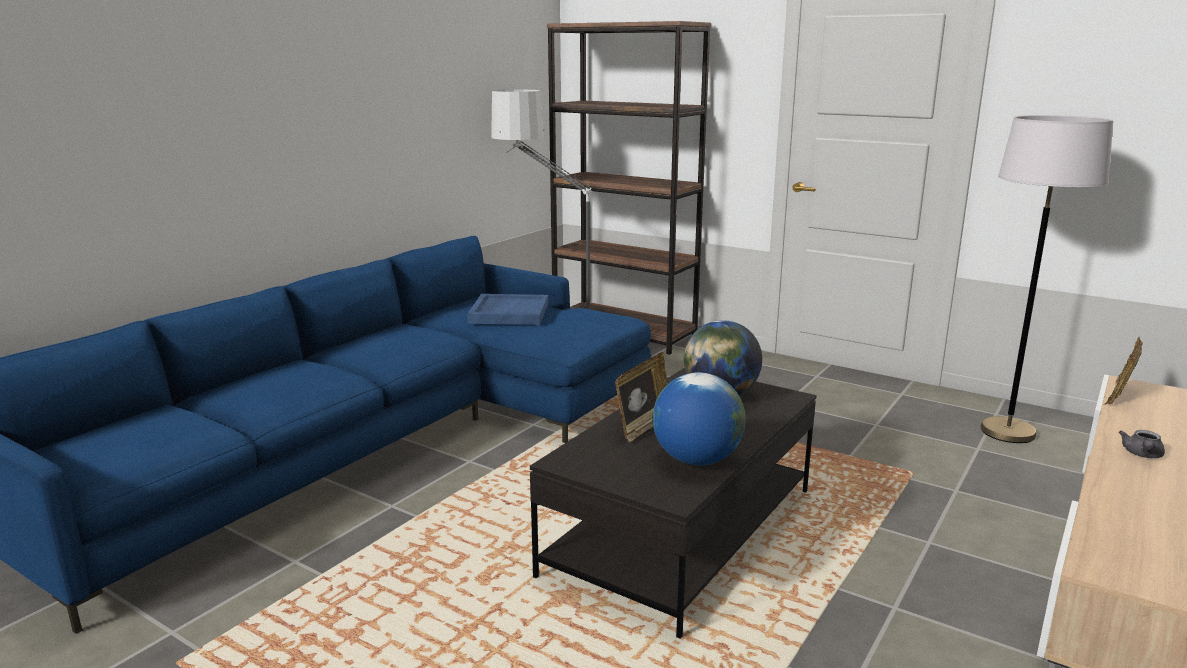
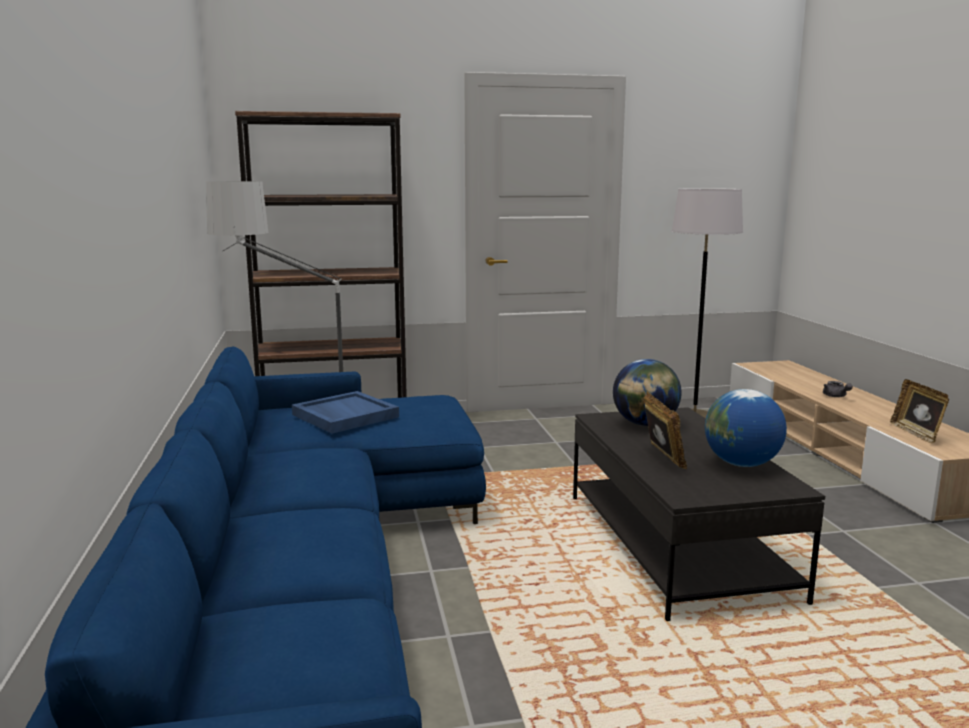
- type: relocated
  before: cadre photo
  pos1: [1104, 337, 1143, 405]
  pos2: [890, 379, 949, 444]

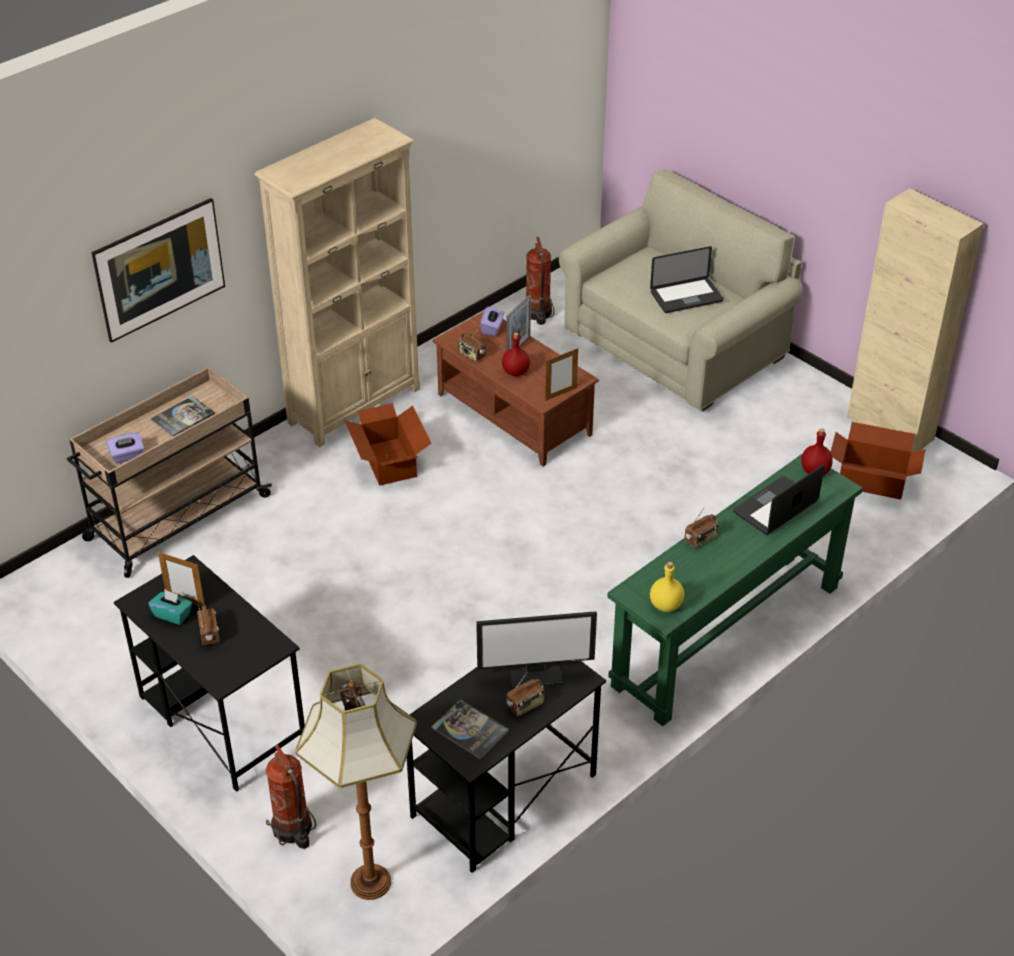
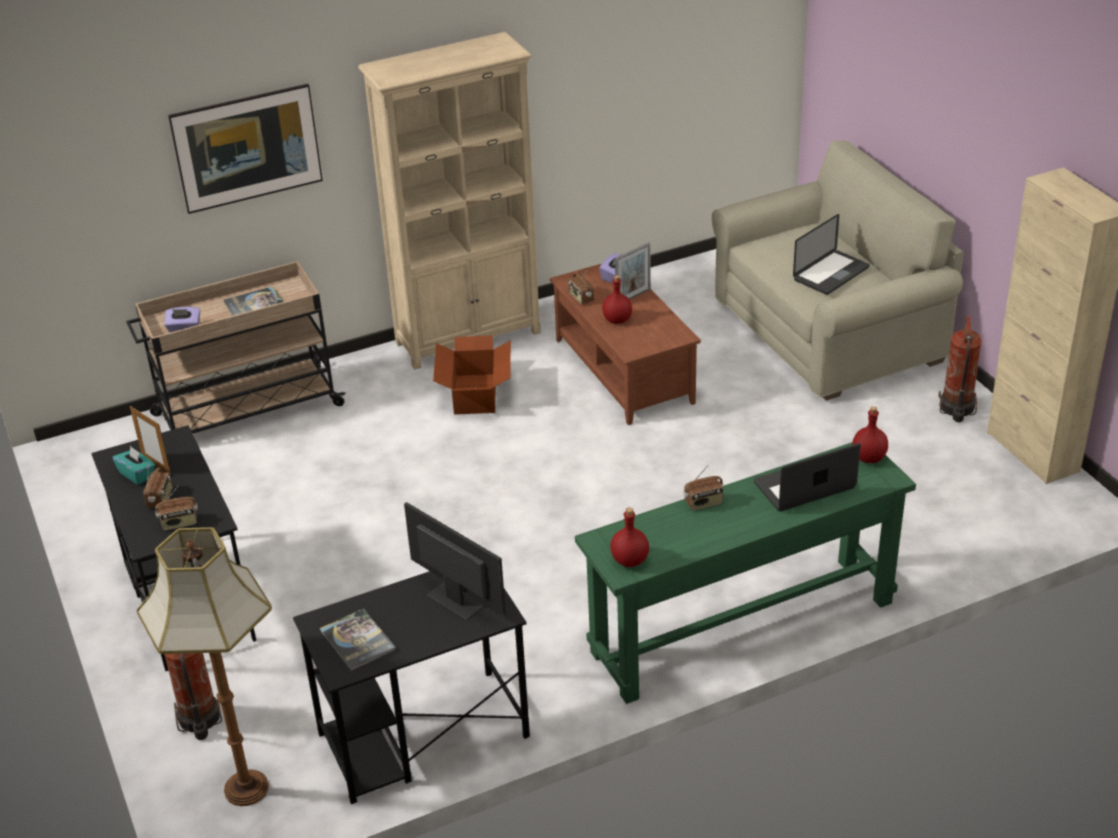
- type: spun
  before: écran d'ordinateur
  pos1: [476, 611, 597, 688]
  pos2: [404, 502, 506, 621]
  turn: -150
- type: relocated
  before: radio
  pos1: [507, 671, 545, 716]
  pos2: [155, 486, 198, 530]
- type: relocated
  before: extincteur
  pos1: [526, 237, 554, 325]
  pos2: [939, 316, 982, 422]
- type: missing
  before: cadre photo
  pos1: [545, 348, 578, 401]
- type: spun
  before: ordinateur portable
  pos1: [650, 246, 724, 313]
  pos2: [793, 214, 870, 295]
  turn: -45
- type: colour
  before: bouteille (jaune)
  after: bouteille (rouge)
  pos1: [650, 562, 684, 612]
  pos2: [610, 508, 649, 567]
- type: missing
  before: carton
  pos1: [831, 422, 926, 500]

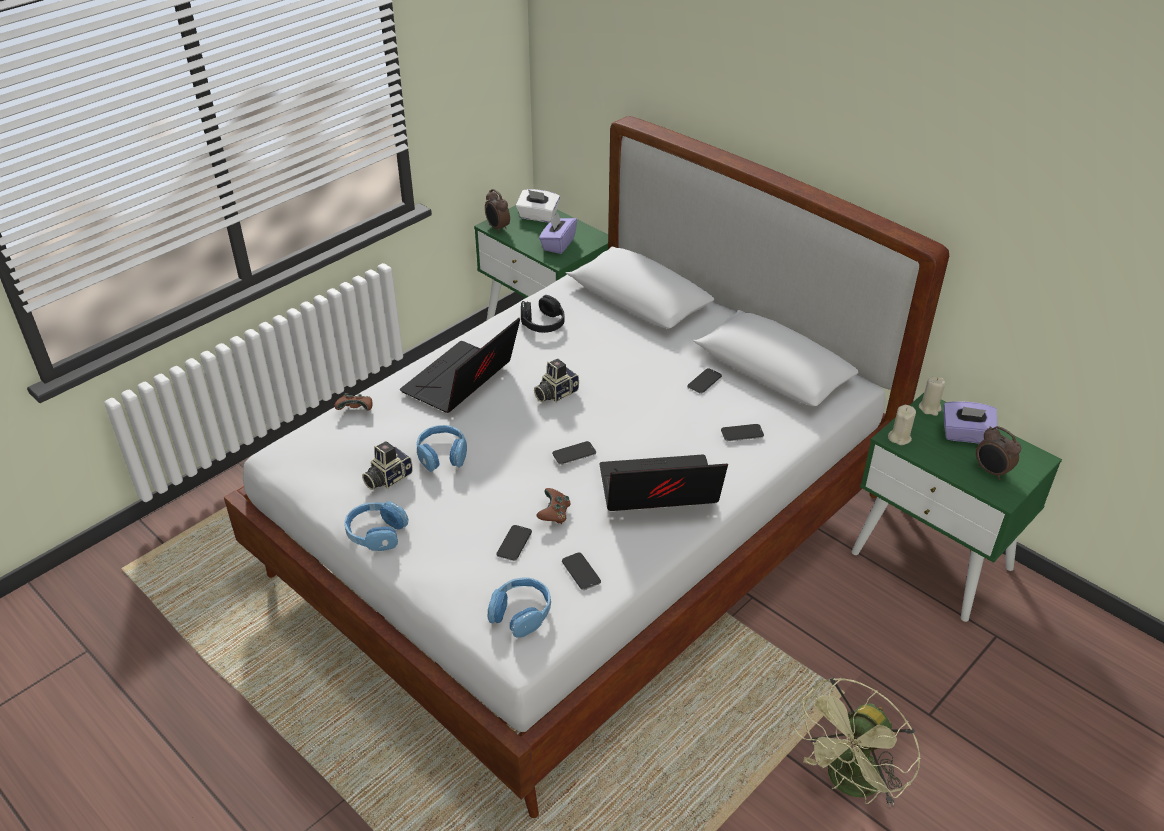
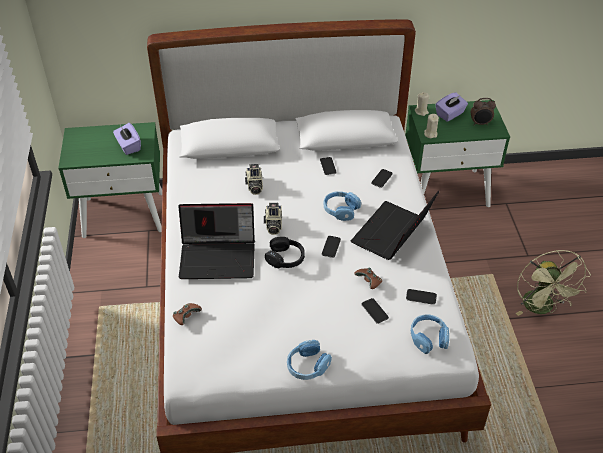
- type: relocated
  before: appareil photo
  pos1: [362, 441, 413, 490]
  pos2: [245, 164, 263, 195]
- type: spun
  before: ordinateur portable
  pos1: [400, 318, 520, 413]
  pos2: [178, 203, 255, 279]
  turn: -75
- type: relocated
  before: casque audio (bleu)
  pos1: [417, 425, 467, 472]
  pos2: [324, 191, 361, 221]
- type: missing
  before: réveil
  pos1: [485, 189, 510, 233]
- type: missing
  before: boîte à mouchoirs (blanc)
  pos1: [516, 189, 560, 222]
- type: relocated
  before: casque audio (noir)
  pos1: [521, 295, 565, 333]
  pos2: [265, 237, 305, 268]

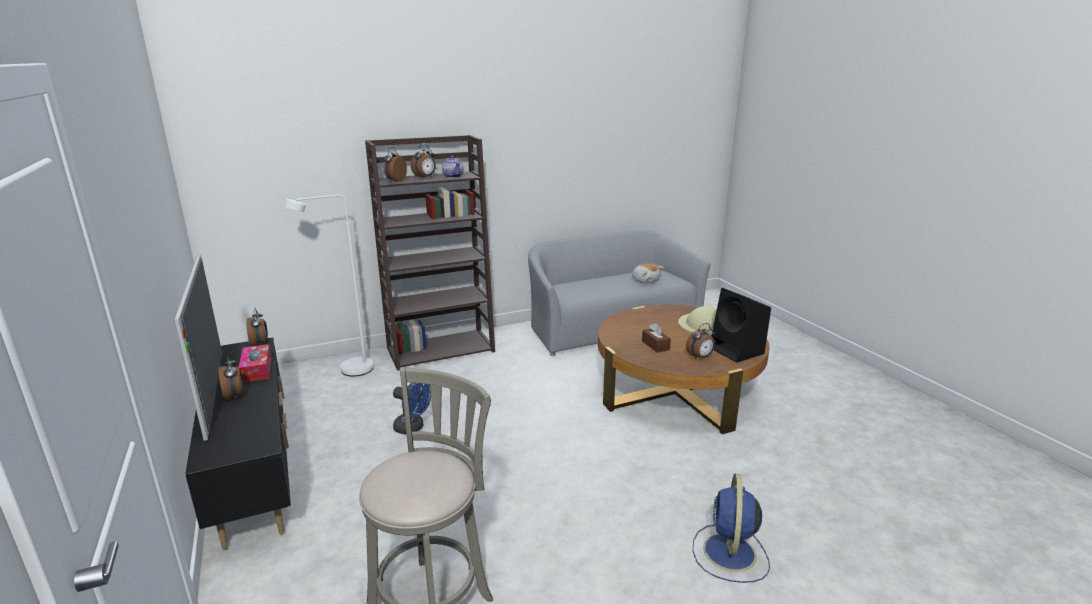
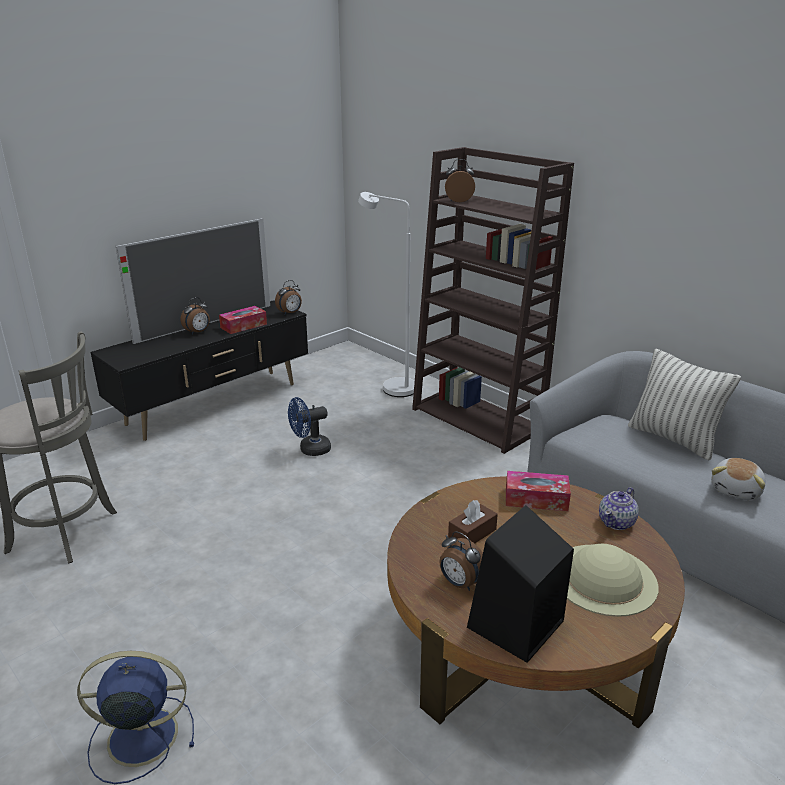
- type: spun
  before: ventilateur (bleu)
  pos1: [393, 383, 431, 434]
  pos2: [288, 397, 331, 456]
  turn: 60
- type: missing
  before: réveil
  pos1: [411, 145, 436, 179]
- type: relocated
  before: théière
  pos1: [442, 156, 464, 178]
  pos2: [599, 487, 639, 530]
- type: appeared
  after: boîte à mouchoirs
  pos2: [506, 471, 571, 511]
- type: appeared
  after: coussin
  pos2: [628, 348, 741, 461]

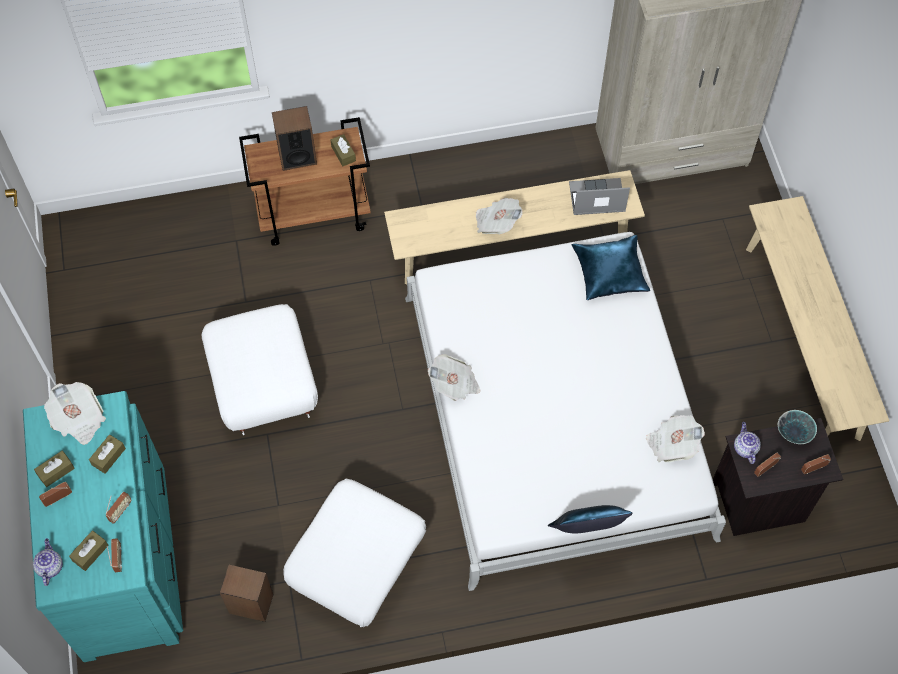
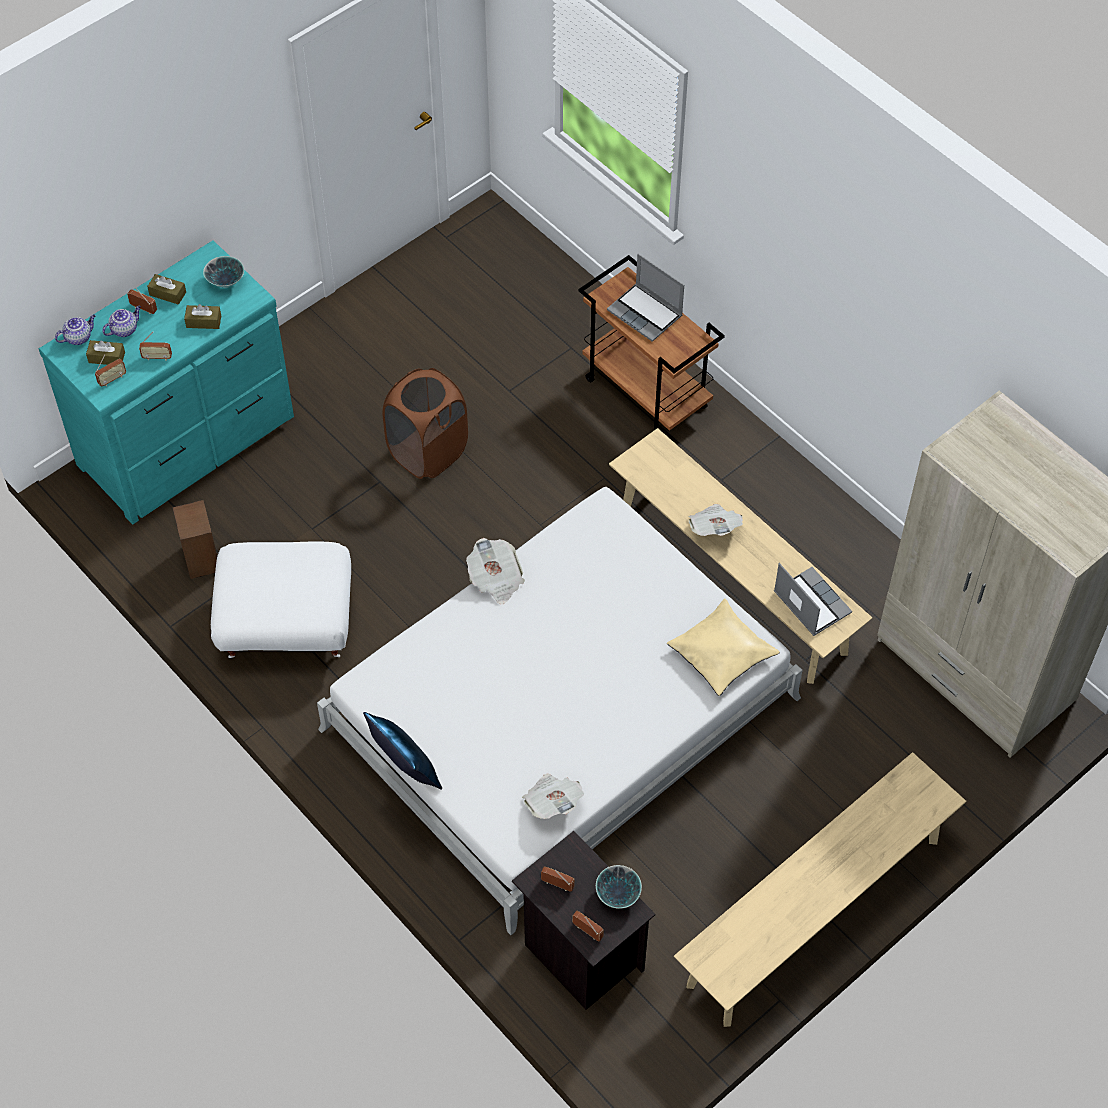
- type: exchanged
  before: journal
  after: bol
  pos1: [44, 382, 106, 445]
  pos2: [203, 256, 244, 288]
- type: exchanged
  before: pouf (blanc)
  after: panier à linge (marron)
  pos1: [202, 304, 318, 435]
  pos2: [383, 368, 468, 479]
- type: exchanged
  before: enceinte
  after: ordinateur portable
  pos1: [272, 106, 317, 171]
  pos2: [607, 254, 684, 342]
- type: missing
  before: boîte à mouchoirs (marron)
  pos1: [331, 134, 356, 166]
- type: colour
  before: coussin (bleu)
  after: coussin (beige)
  pos1: [572, 235, 650, 300]
  pos2: [667, 598, 780, 696]
- type: relocated
  before: théière
  pos1: [734, 422, 761, 464]
  pos2: [102, 306, 141, 337]

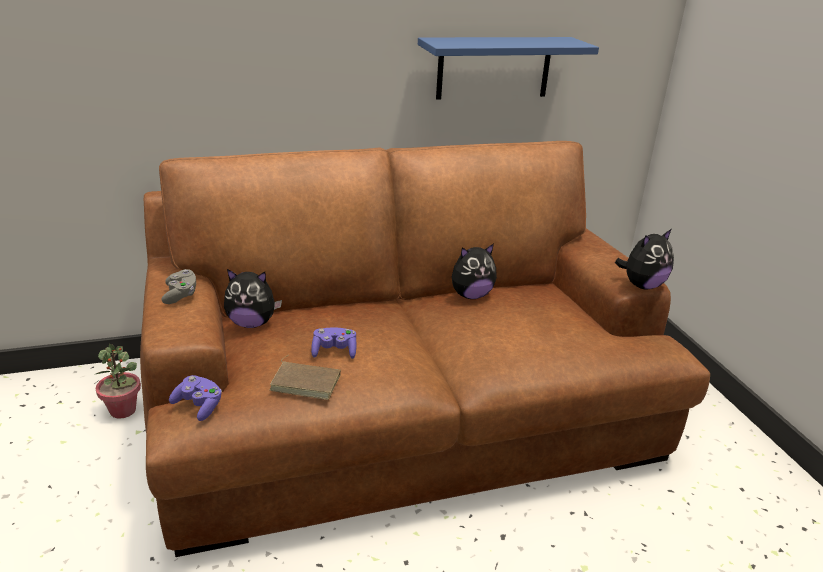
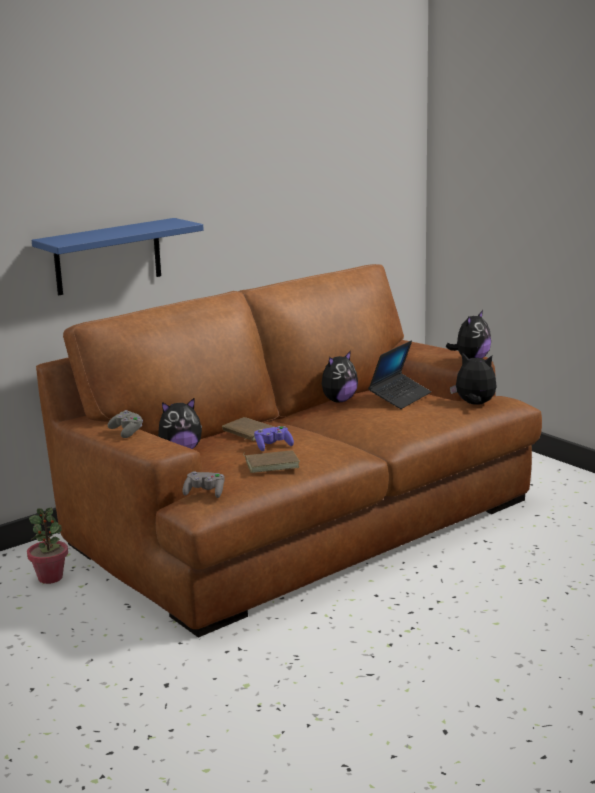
- type: colour
  before: manette (violet)
  after: manette (gris)
  pos1: [169, 375, 222, 421]
  pos2: [182, 471, 225, 498]
- type: relocated
  before: étagère (bleu)
  pos1: [418, 37, 599, 100]
  pos2: [31, 218, 204, 295]
- type: appeared
  after: livre (marron)
  pos2: [222, 417, 274, 441]
- type: appeared
  after: ordinateur portable
  pos2: [368, 340, 431, 409]
- type: appeared
  after: peluche
  pos2: [450, 353, 496, 405]

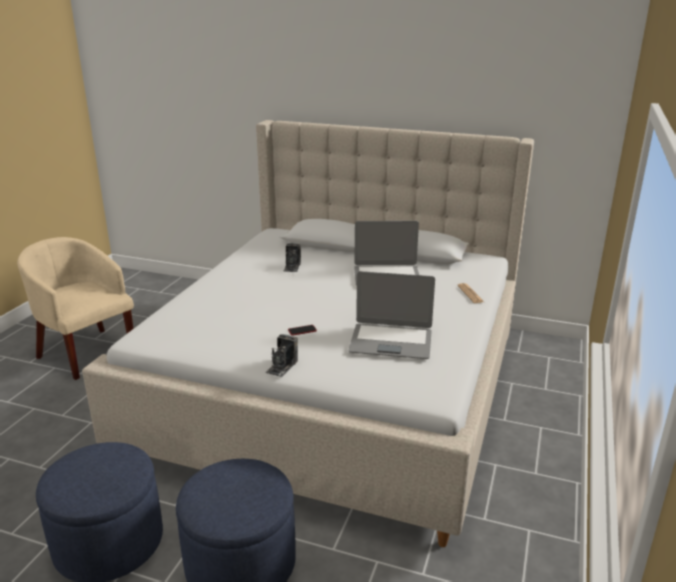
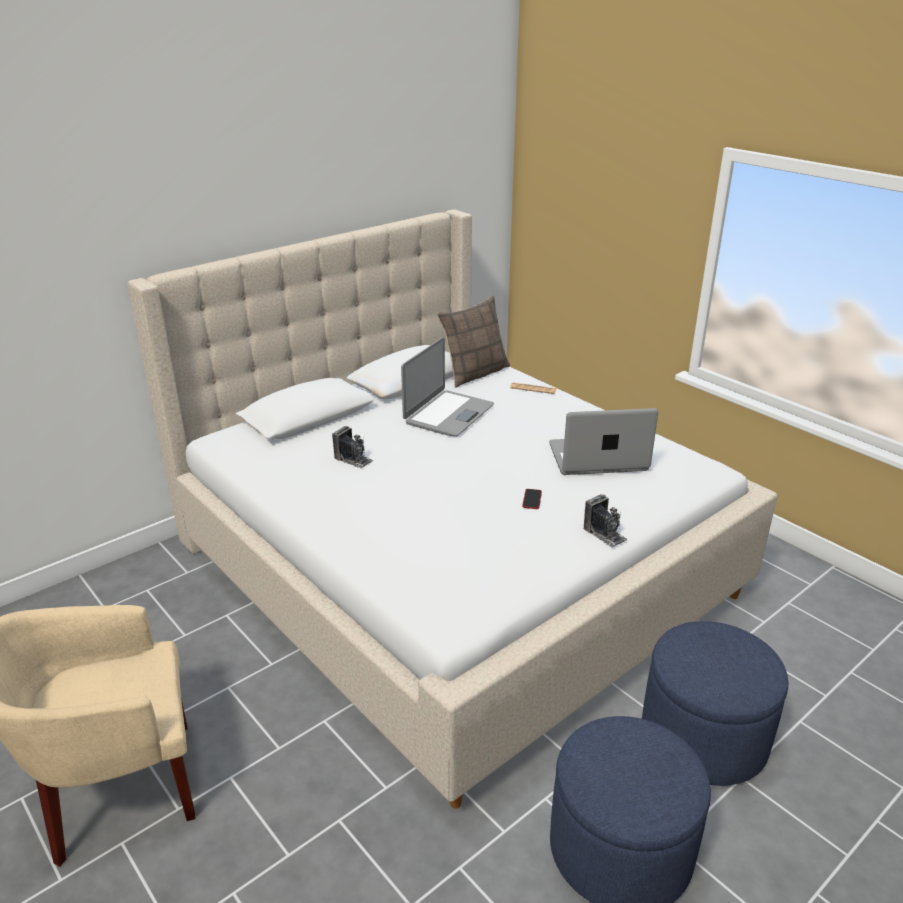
- type: spun
  before: ordinateur portable
  pos1: [348, 271, 435, 359]
  pos2: [549, 408, 658, 475]
  turn: -135
- type: appeared
  after: coussin
  pos2: [437, 295, 510, 388]

